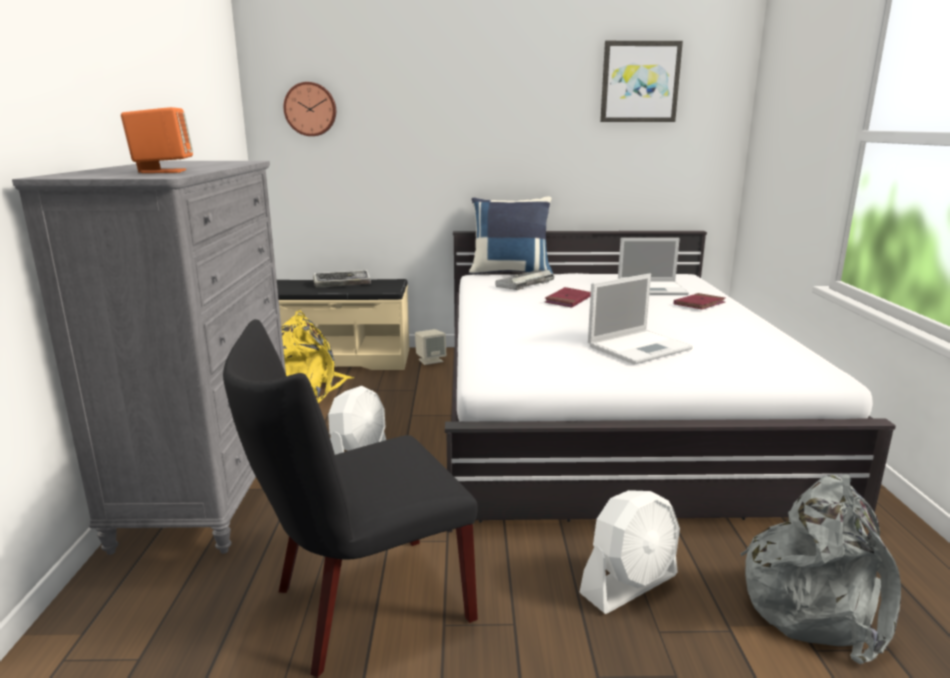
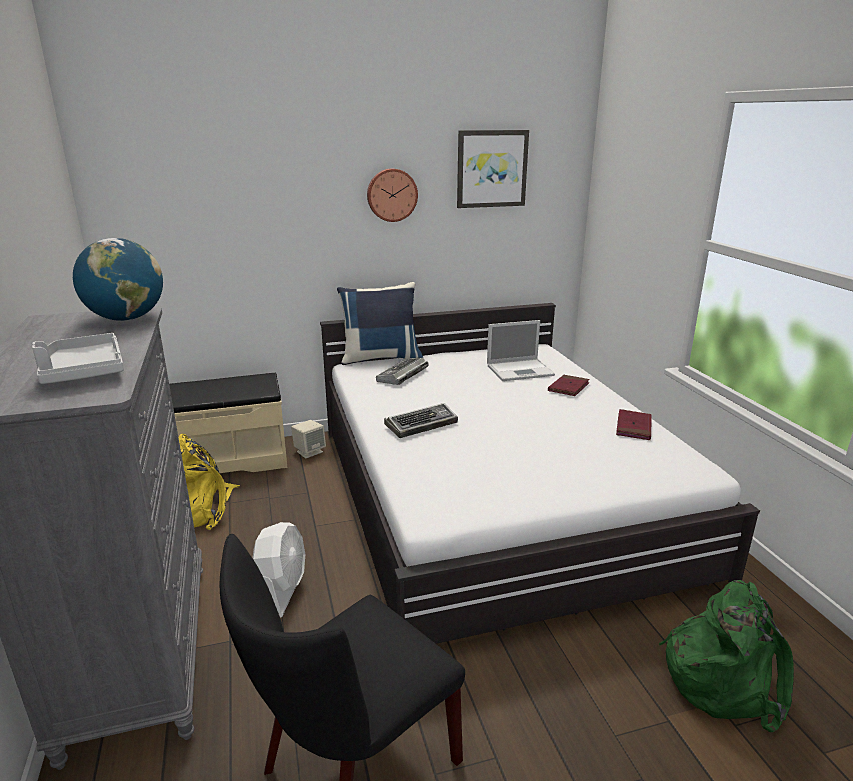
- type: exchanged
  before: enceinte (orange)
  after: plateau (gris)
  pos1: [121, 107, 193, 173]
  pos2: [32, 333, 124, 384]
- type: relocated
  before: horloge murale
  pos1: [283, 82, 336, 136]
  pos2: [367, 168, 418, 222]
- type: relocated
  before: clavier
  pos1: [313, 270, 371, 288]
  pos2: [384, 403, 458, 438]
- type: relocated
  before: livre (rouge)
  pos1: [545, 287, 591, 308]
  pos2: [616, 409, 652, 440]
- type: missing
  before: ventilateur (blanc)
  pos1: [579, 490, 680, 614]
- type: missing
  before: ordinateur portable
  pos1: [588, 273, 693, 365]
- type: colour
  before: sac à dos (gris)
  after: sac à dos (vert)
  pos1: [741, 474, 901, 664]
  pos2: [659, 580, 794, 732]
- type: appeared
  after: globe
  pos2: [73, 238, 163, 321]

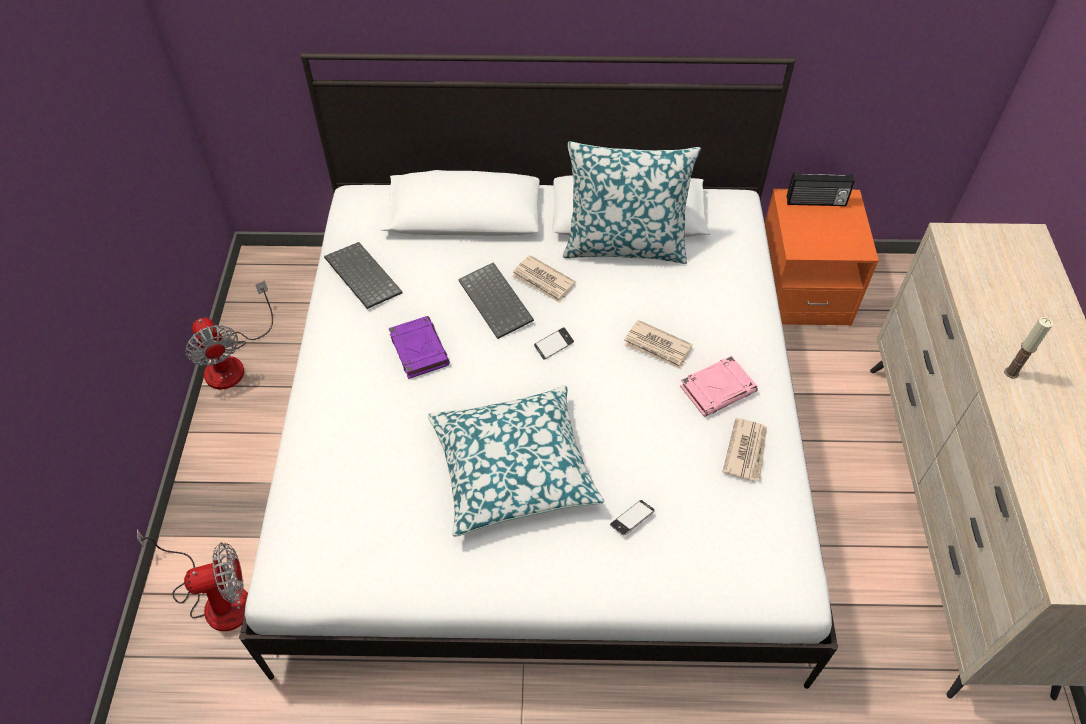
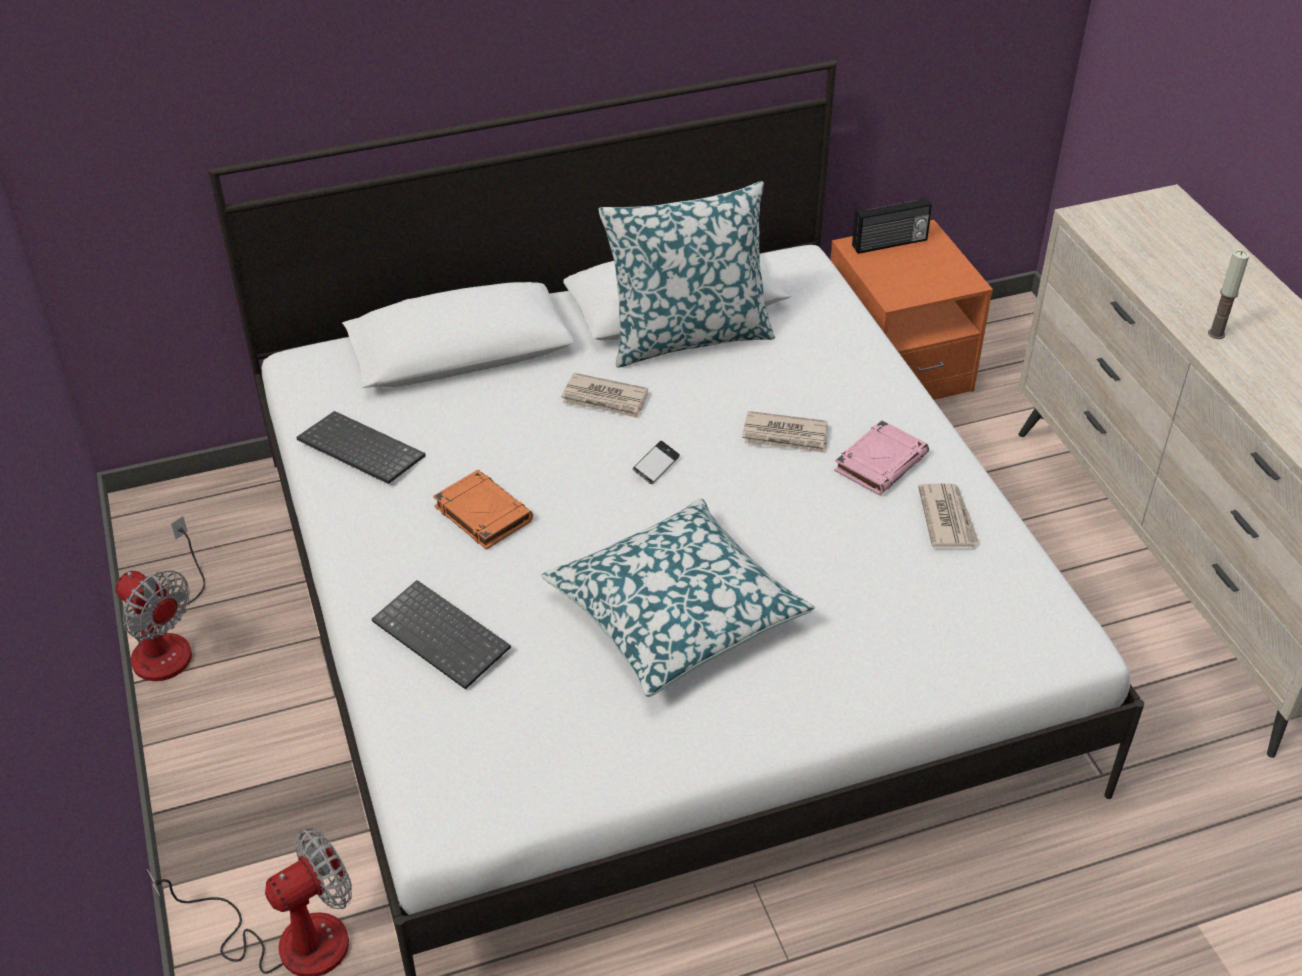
- type: colour
  before: livre (violet)
  after: livre (orange)
  pos1: [389, 316, 450, 379]
  pos2: [433, 470, 533, 550]
- type: relocated
  before: clavier
  pos1: [458, 262, 534, 339]
  pos2: [372, 580, 511, 690]
- type: missing
  before: téléphone
  pos1: [610, 500, 655, 536]

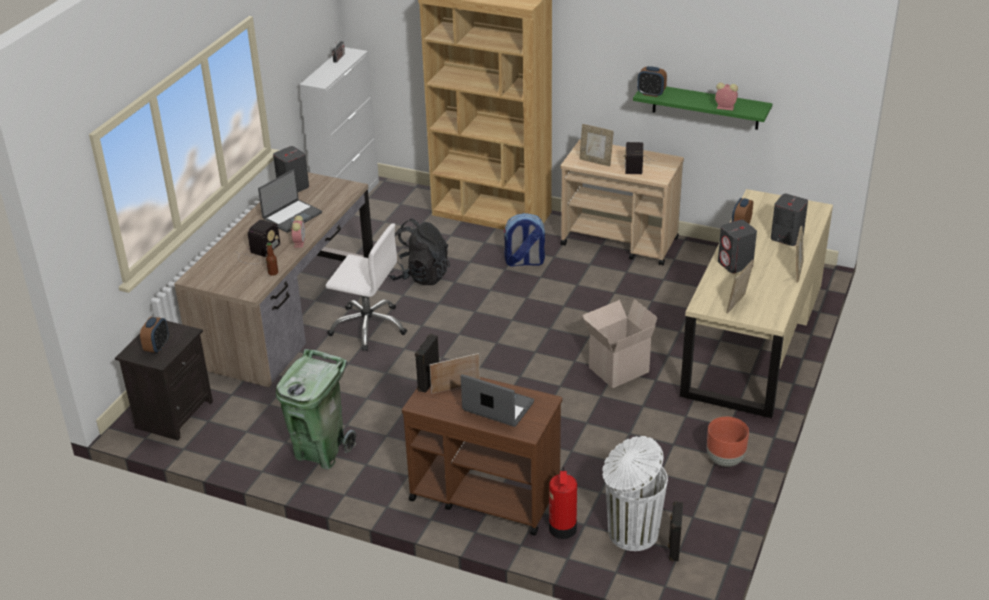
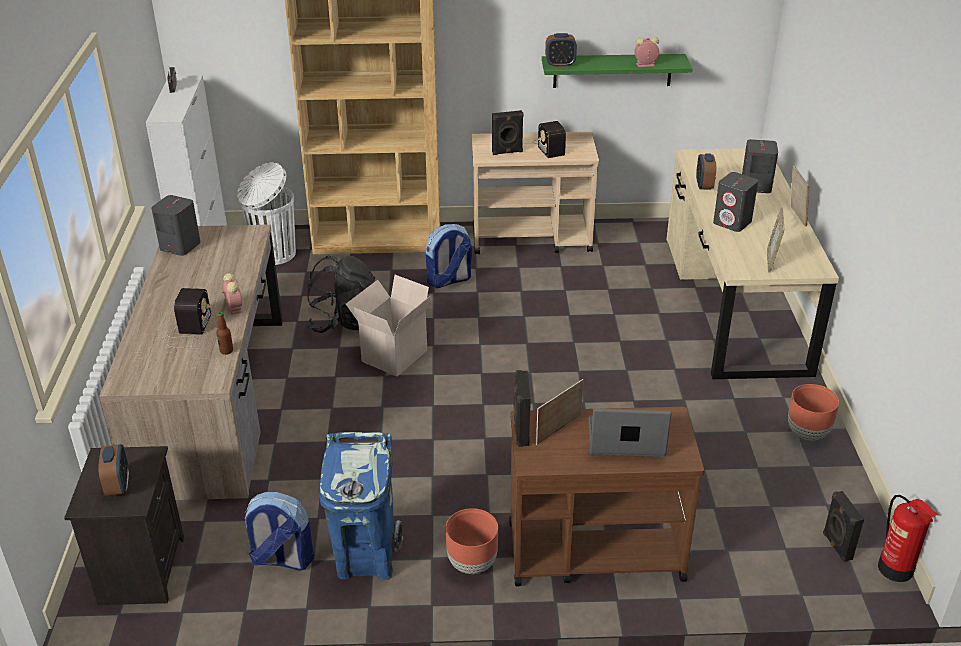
- type: missing
  before: ordinateur portable
  pos1: [258, 169, 322, 233]
- type: colour
  before: poubelle (vert)
  after: poubelle (bleu)
  pos1: [276, 349, 356, 470]
  pos2: [319, 432, 403, 580]
- type: missing
  before: chaise de bureau (blanc)
  pos1: [325, 223, 407, 351]
- type: relocated
  before: extincteur
  pos1: [549, 467, 577, 539]
  pos2: [878, 495, 938, 582]
- type: exchanged
  before: cadre photo
  after: enceinte (noir)
  pos1: [579, 124, 614, 167]
  pos2: [492, 110, 524, 155]
- type: relocated
  before: carton
  pos1: [582, 299, 658, 388]
  pos2: [346, 275, 431, 377]
- type: relocated
  before: poubelle (blanc)
  pos1: [602, 436, 668, 551]
  pos2: [237, 162, 296, 265]
- type: appeared
  after: sac à dos
  pos2: [243, 492, 314, 571]
- type: appeared
  after: cache-pot (marron)
  pos2: [446, 508, 498, 574]

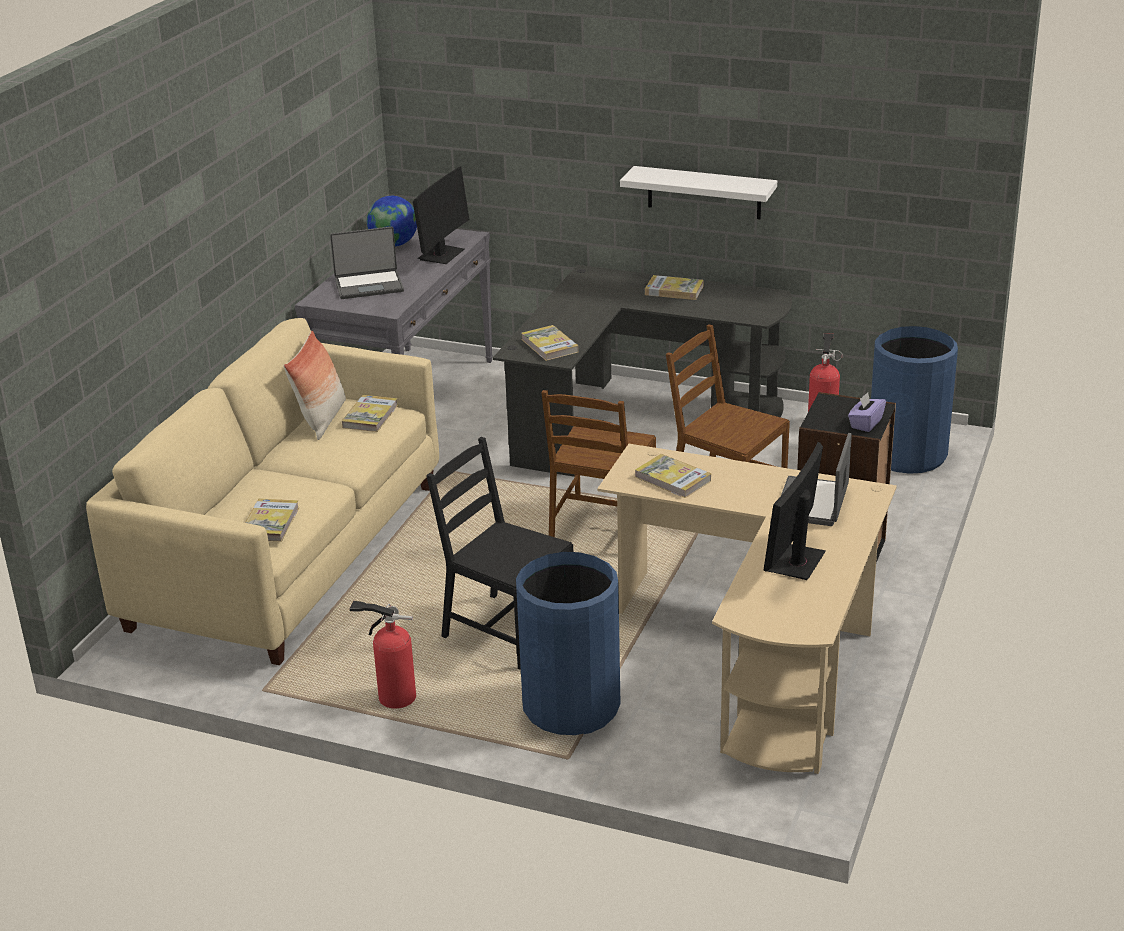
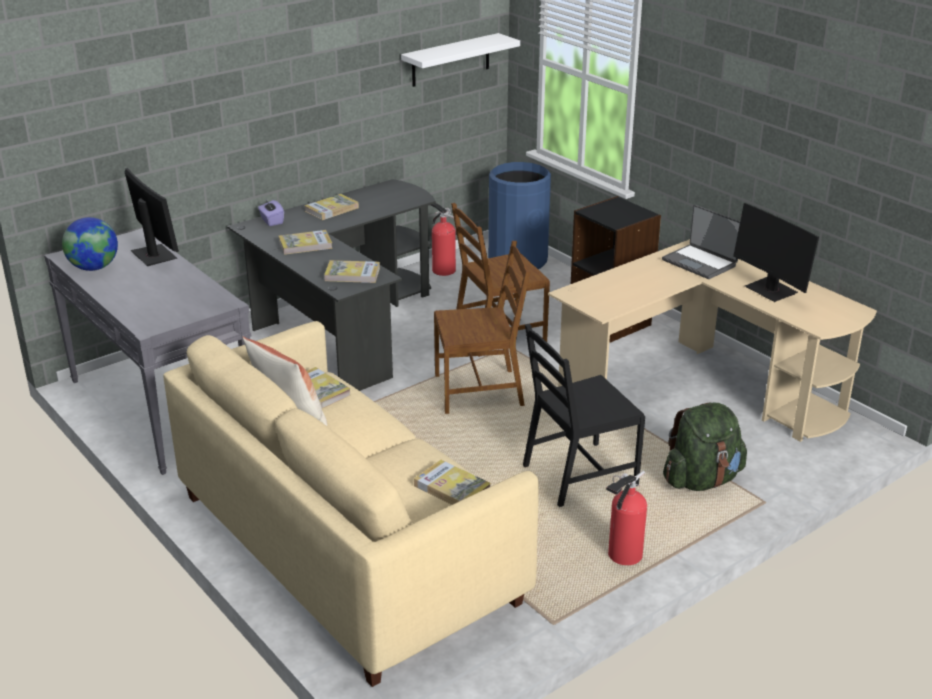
- type: missing
  before: ordinateur portable
  pos1: [330, 226, 404, 299]
- type: exchanged
  before: poubelle (bleu)
  after: sac à dos (vert)
  pos1: [516, 552, 621, 735]
  pos2: [663, 403, 747, 491]
- type: spun
  before: chaise (marron)
  pos1: [541, 390, 656, 537]
  pos2: [434, 241, 531, 414]
  turn: -60
- type: relocated
  before: étagère (blanc)
  pos1: [620, 166, 777, 219]
  pos2: [401, 33, 520, 87]
- type: relocated
  before: livre
  pos1: [635, 454, 711, 498]
  pos2: [279, 230, 333, 255]
- type: relocated
  before: boîte à mouchoirs (violet)
  pos1: [848, 392, 886, 432]
  pos2: [258, 200, 284, 226]

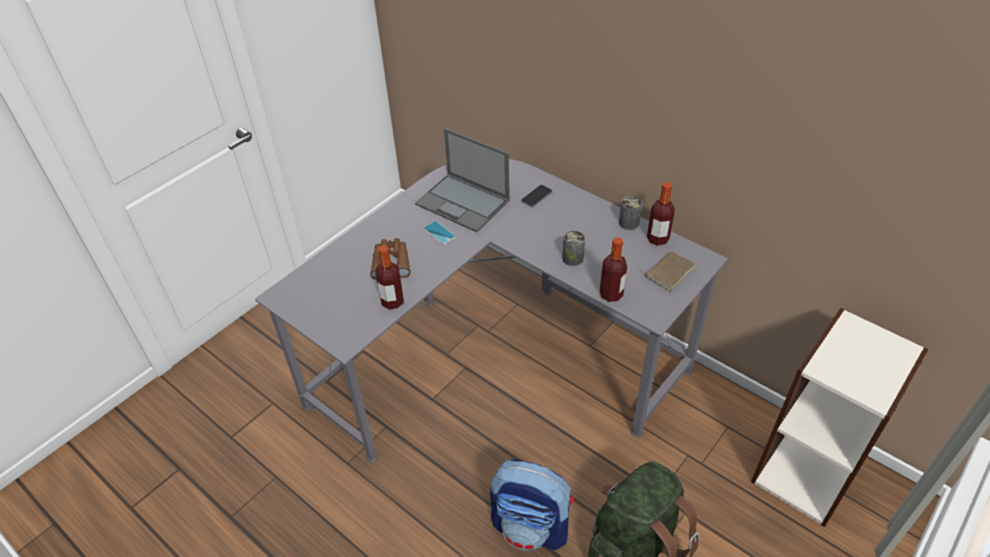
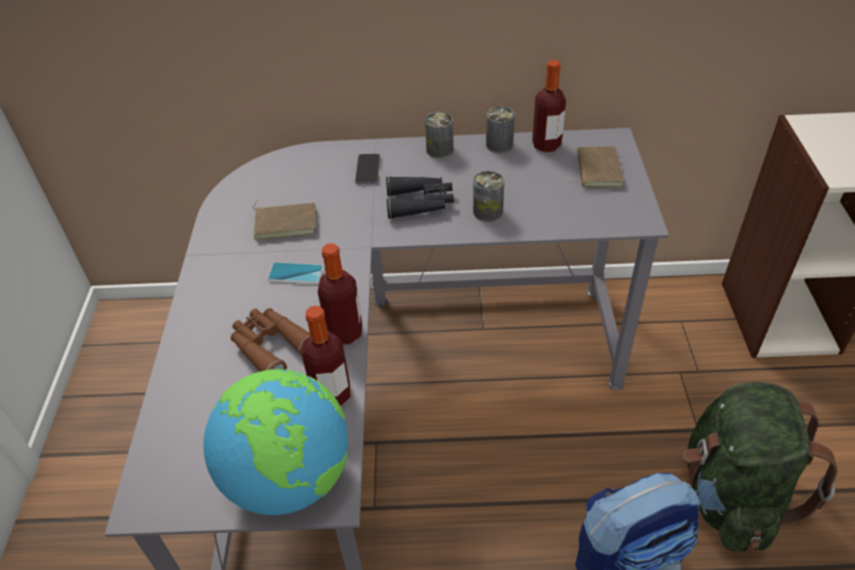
- type: exchanged
  before: ordinateur portable
  after: livre (marron)
  pos1: [415, 128, 510, 232]
  pos2: [253, 200, 316, 240]
- type: relocated
  before: bouteille
  pos1: [600, 237, 627, 302]
  pos2: [318, 244, 362, 345]
- type: appeared
  after: globe
  pos2: [203, 369, 348, 515]
- type: appeared
  after: jumelles (noir)
  pos2: [386, 176, 454, 219]
- type: appeared
  after: boîte métallique
  pos2: [425, 112, 454, 158]

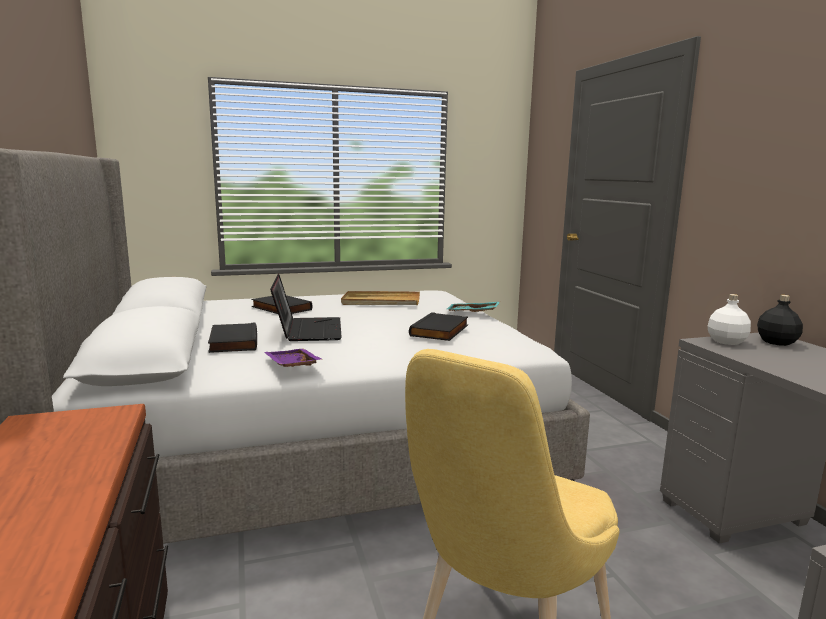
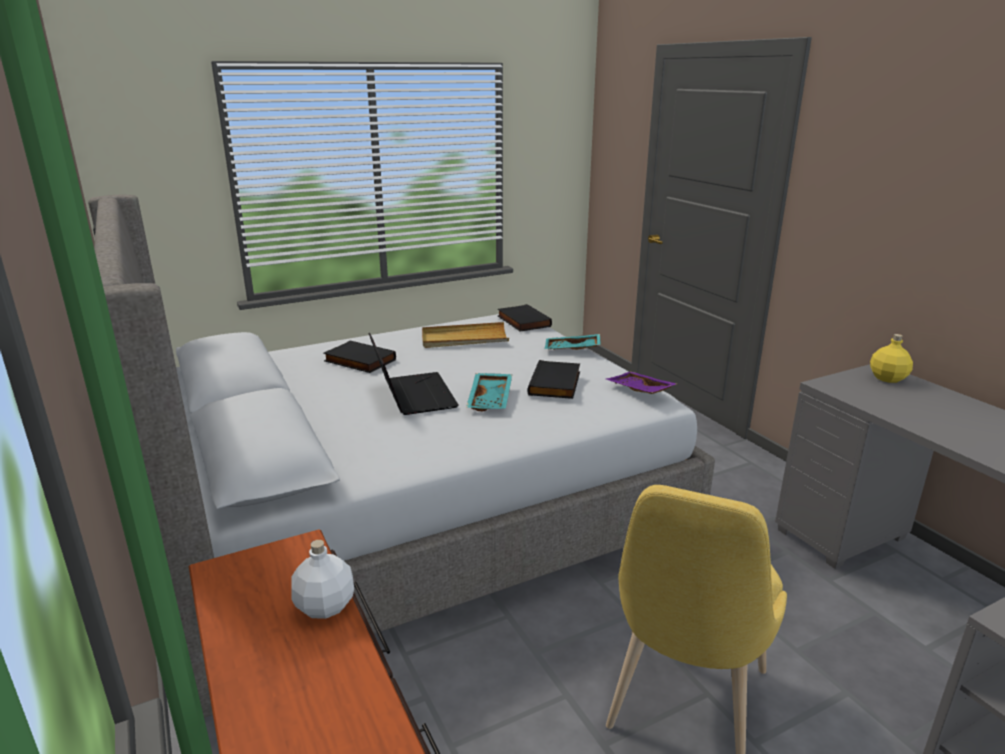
- type: relocated
  before: livre (noir)
  pos1: [208, 322, 257, 353]
  pos2: [498, 304, 552, 332]
- type: relocated
  before: plateau (violet)
  pos1: [264, 349, 323, 367]
  pos2: [606, 372, 677, 394]
- type: relocated
  before: bouteille (blanc)
  pos1: [707, 294, 751, 345]
  pos2: [292, 540, 354, 619]
- type: colour
  before: bouteille (noir)
  after: bouteille (jaune)
  pos1: [757, 295, 803, 346]
  pos2: [870, 334, 913, 383]
- type: appeared
  after: plateau (turquoise)
  pos2: [466, 373, 512, 411]

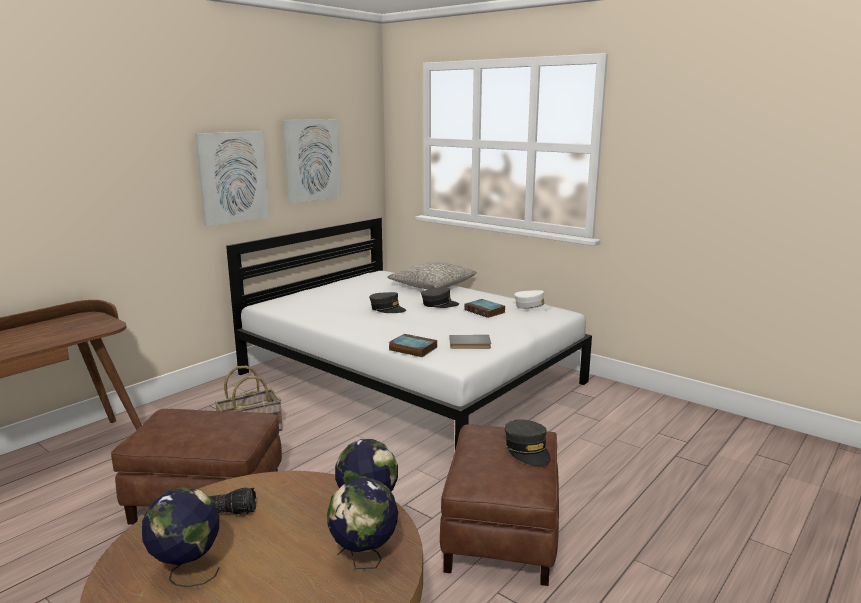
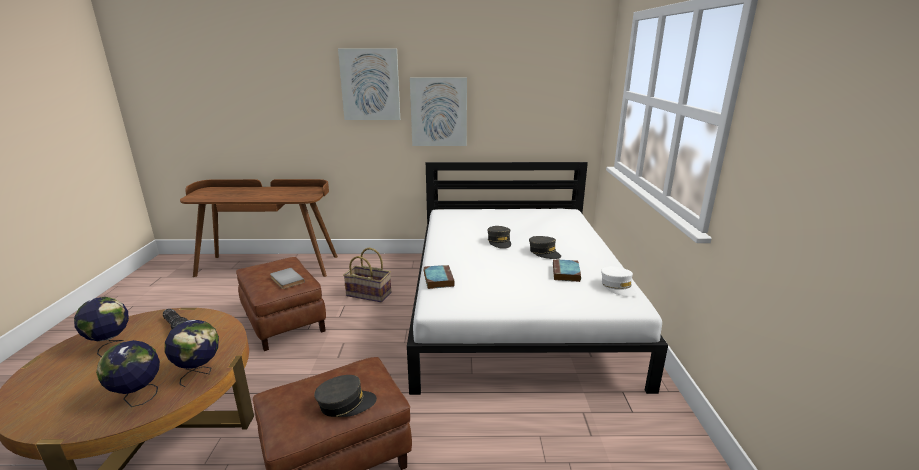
- type: relocated
  before: tableau
  pos1: [283, 119, 341, 204]
  pos2: [338, 49, 400, 120]
- type: missing
  before: coussin (gris)
  pos1: [388, 262, 477, 289]
- type: relocated
  before: livre (gris)
  pos1: [449, 335, 491, 349]
  pos2: [270, 268, 305, 289]
- type: spun
  before: casquette (gris)
  pos1: [505, 419, 551, 466]
  pos2: [314, 375, 377, 417]
  turn: -135

